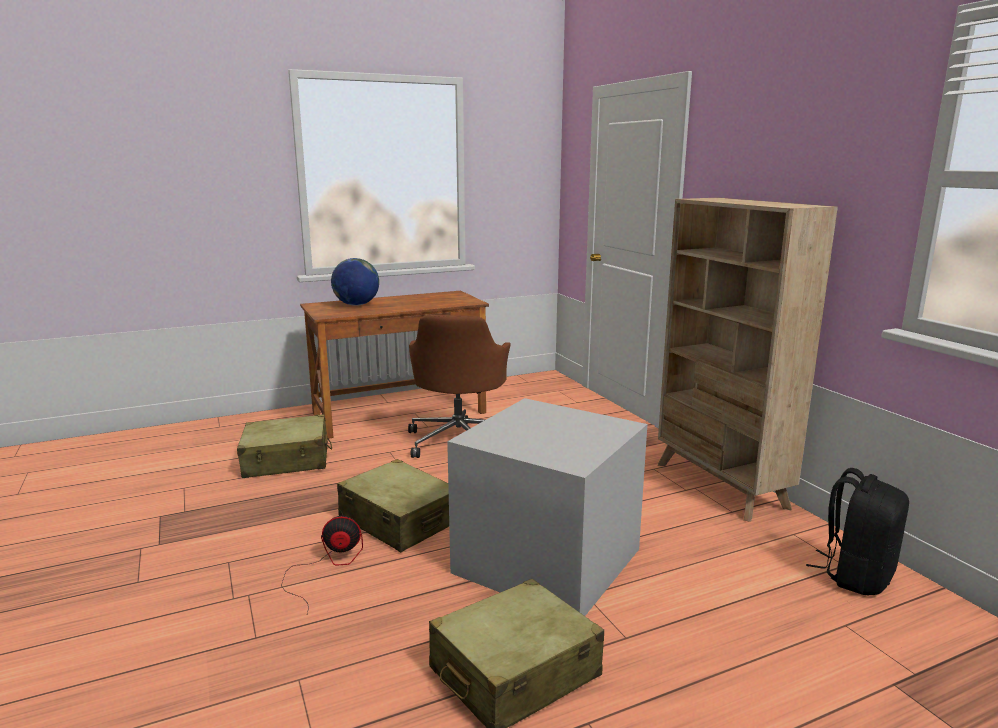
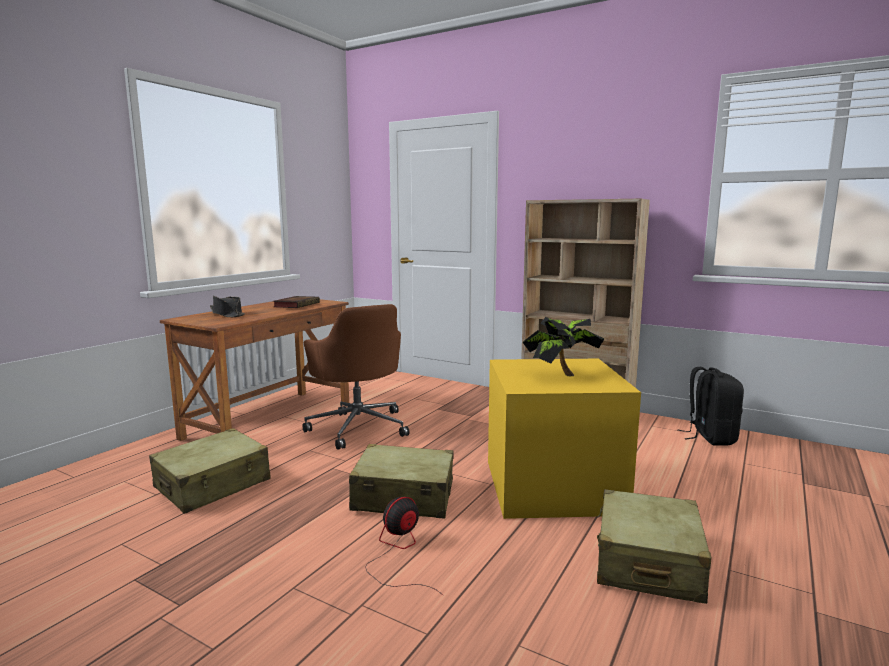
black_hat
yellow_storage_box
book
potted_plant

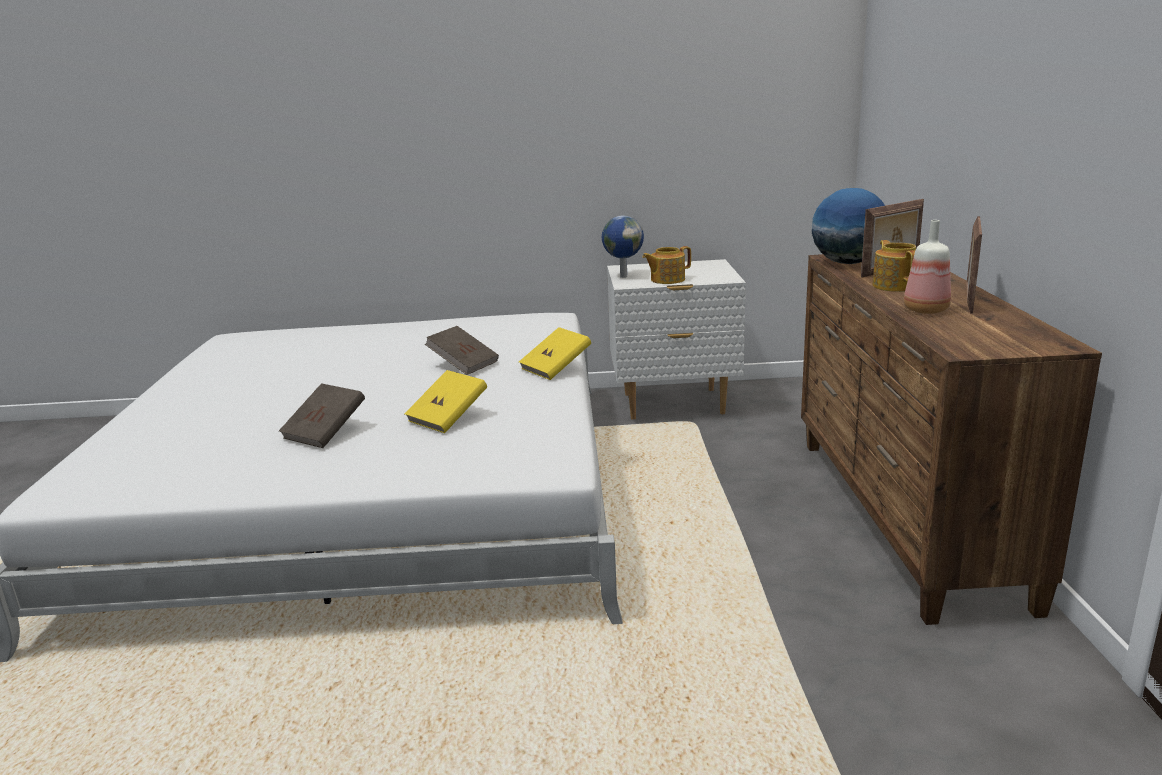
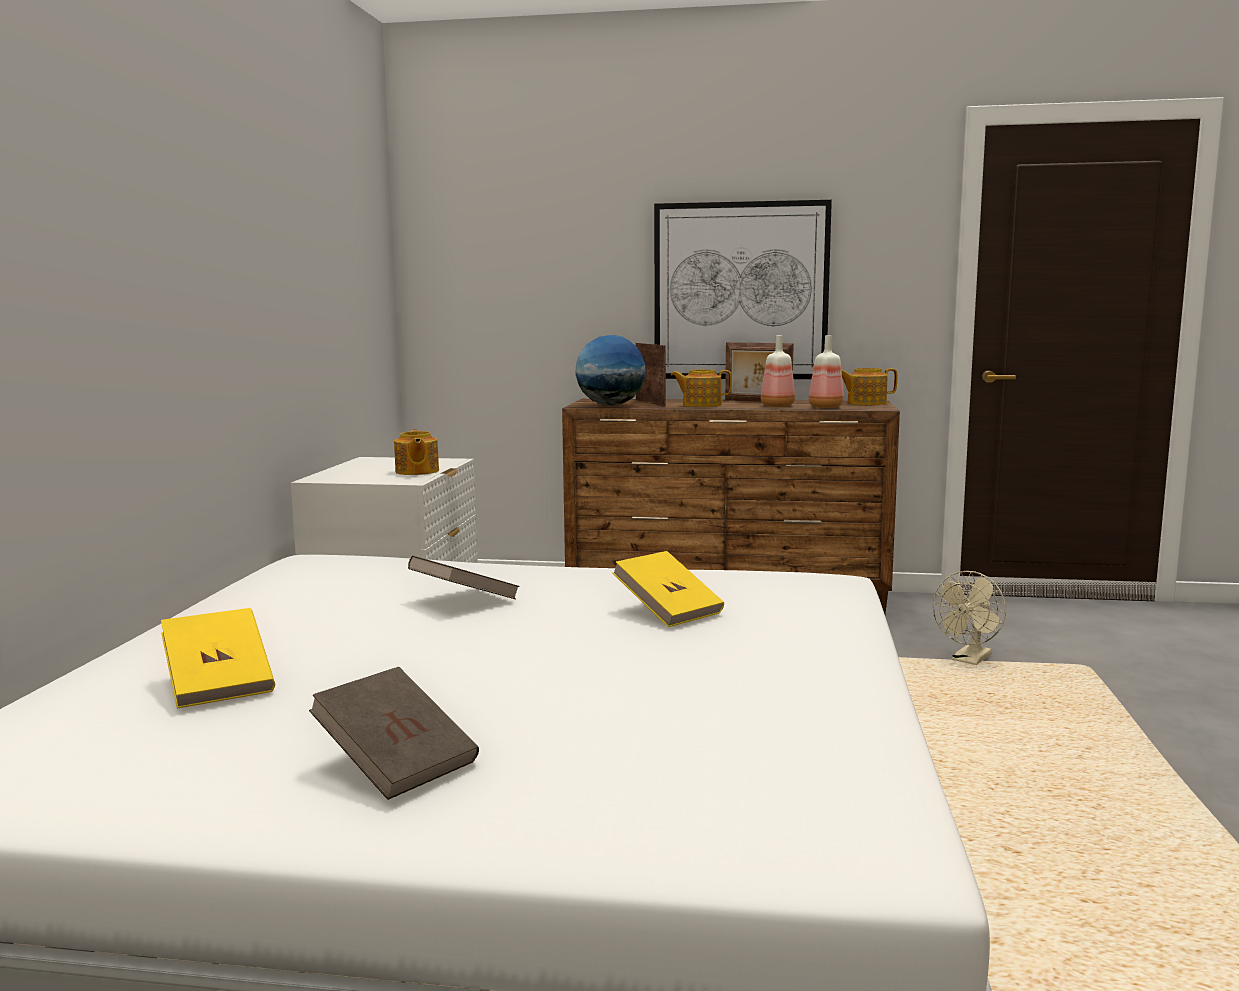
brown_book (1st from left)
yellow_book (1st from left)
globe (1st from left in the first image)
picture
bottle (2nd from left)
teapot (3rd from left)
beige_fan

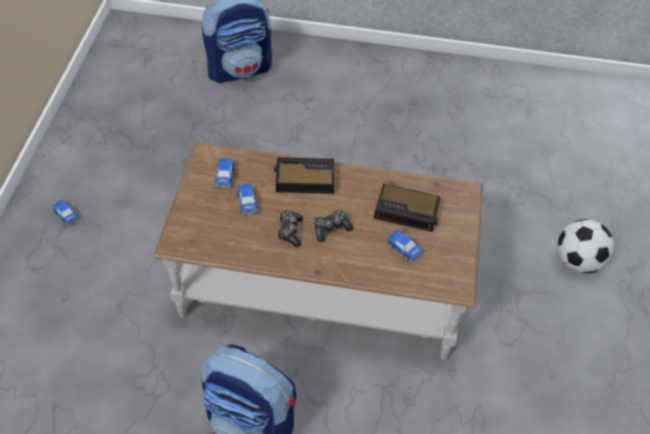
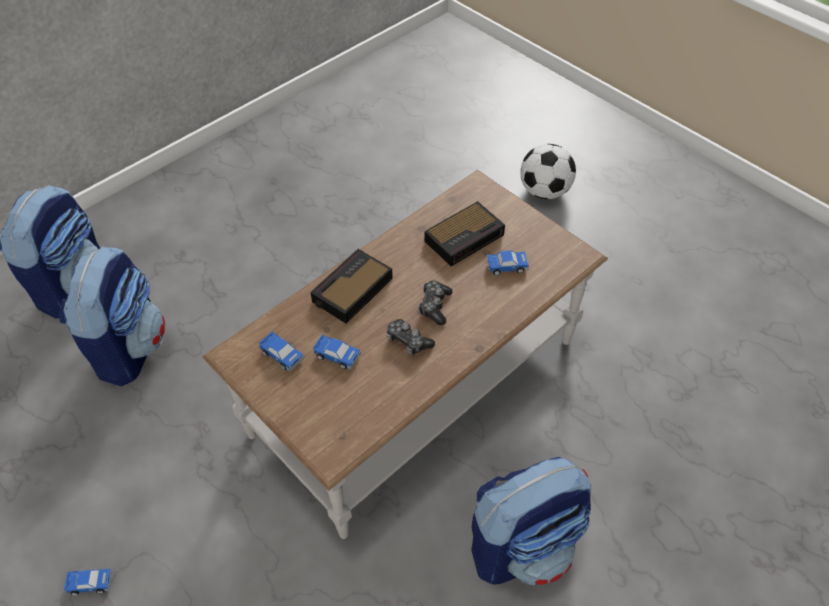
backpack (2nd from left)

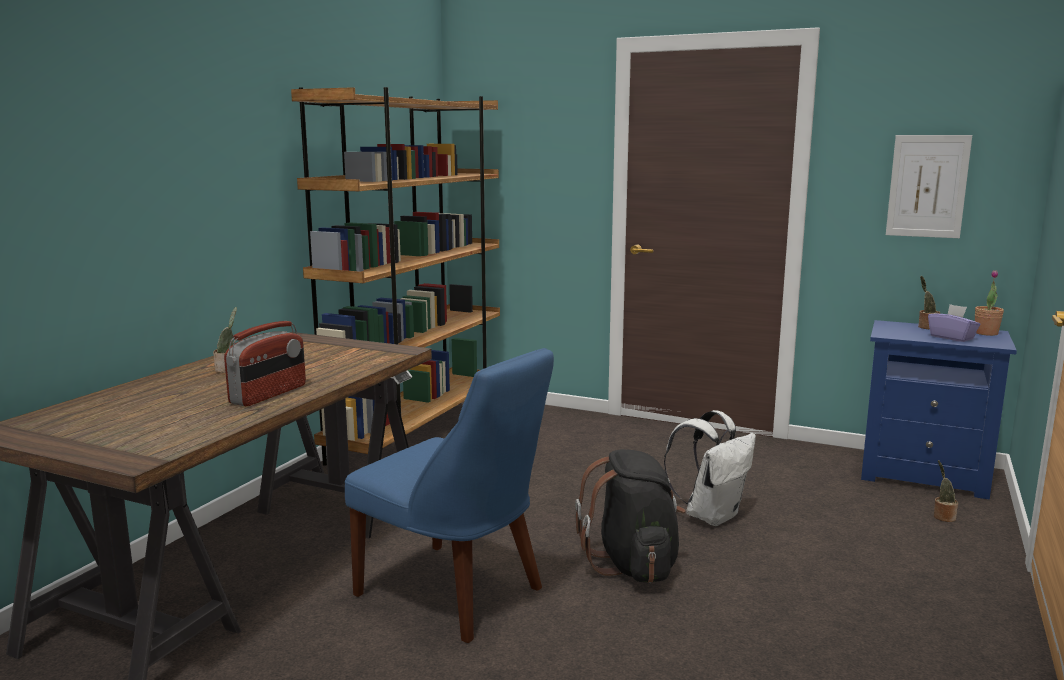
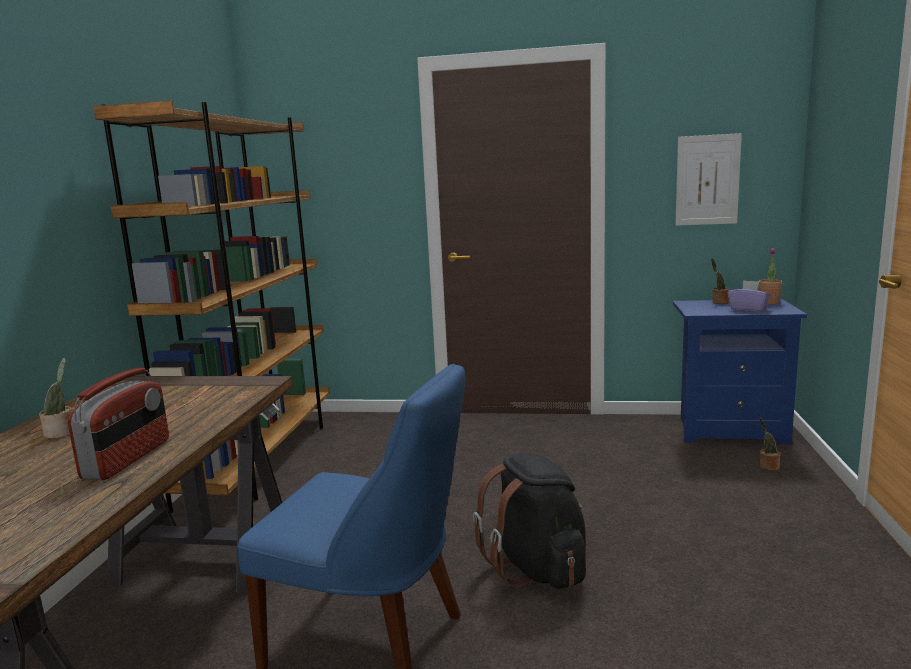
white_backpack

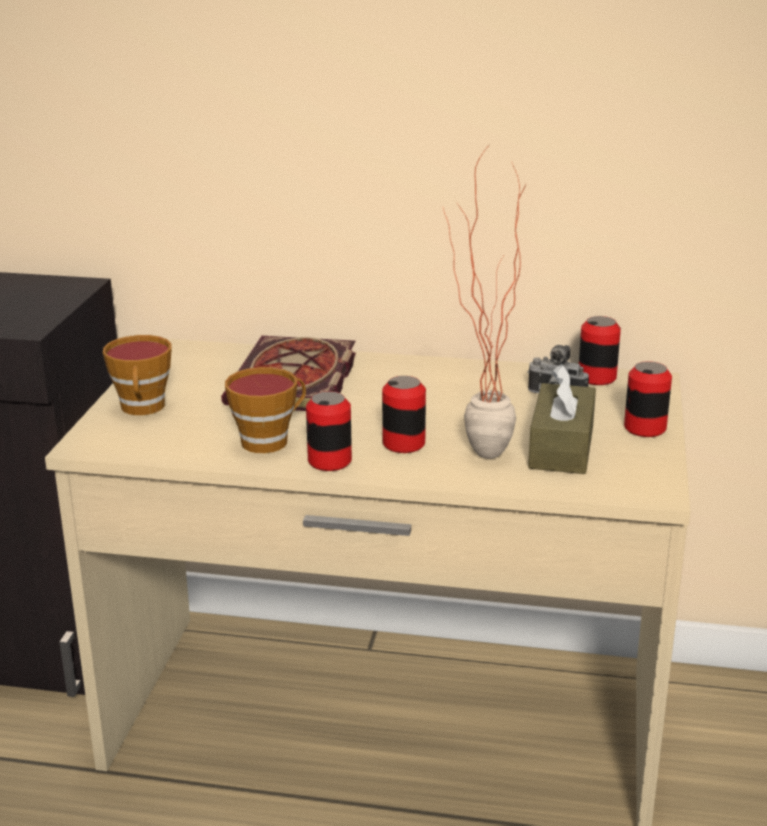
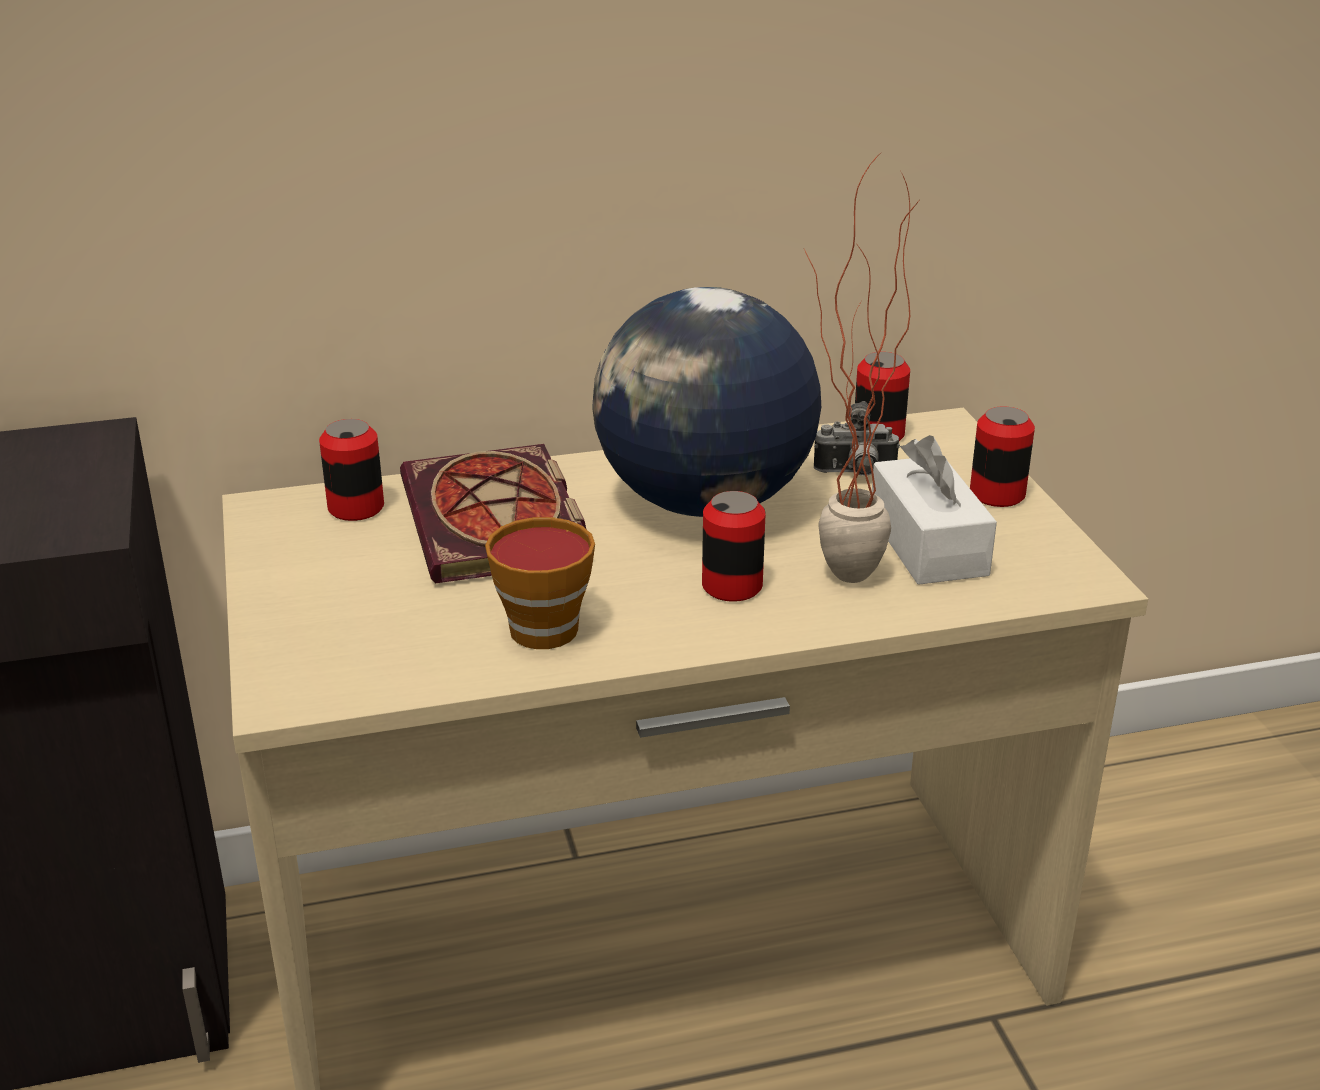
cup (1st from left in the first image)
can (1st from left)
white_tissue_box
globe

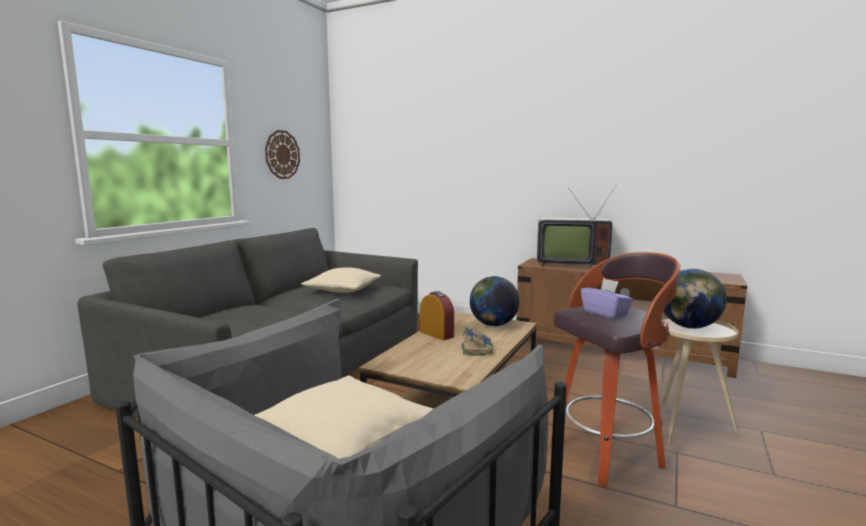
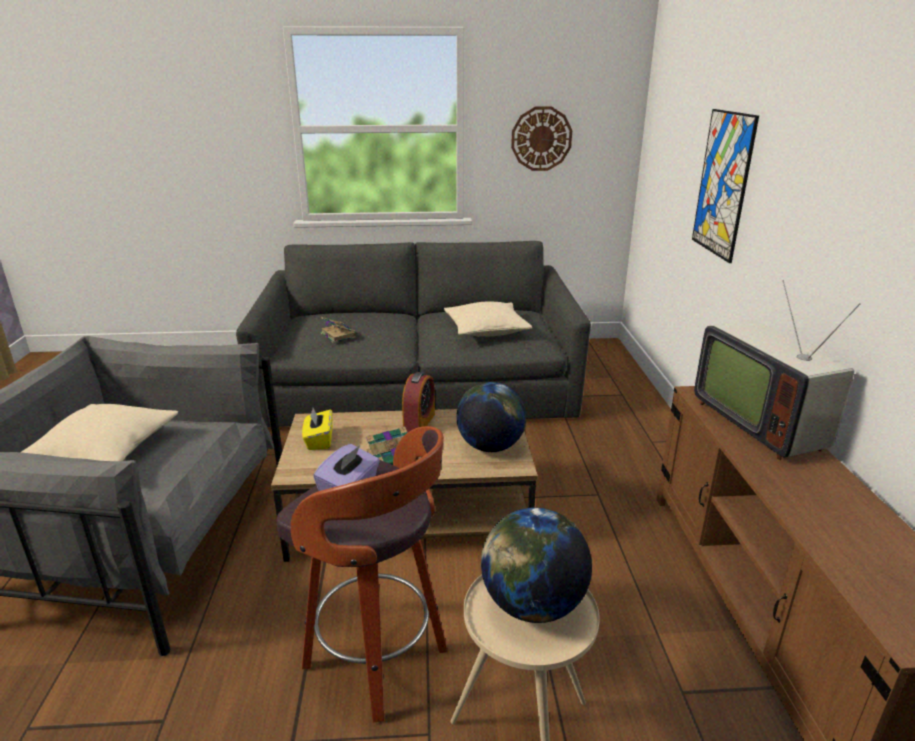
yellow_tissue_box
book (1st from left)
picture

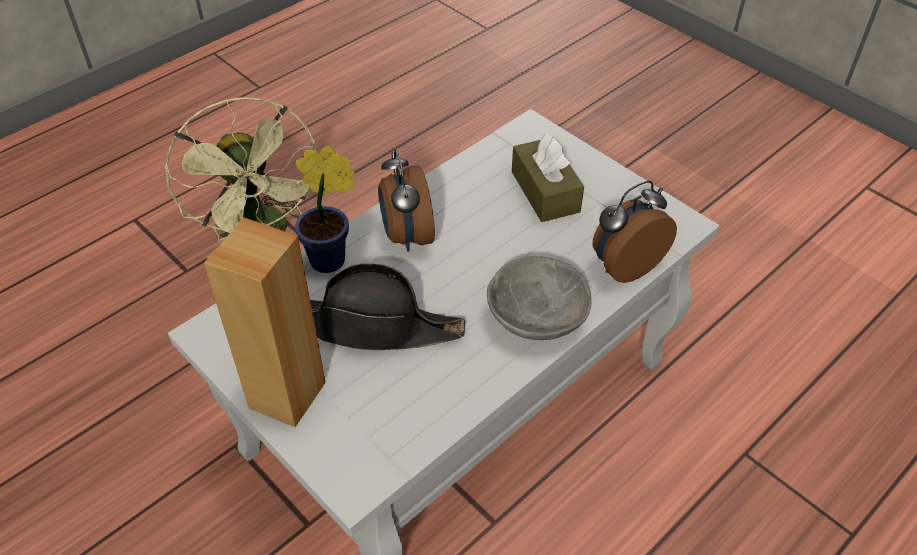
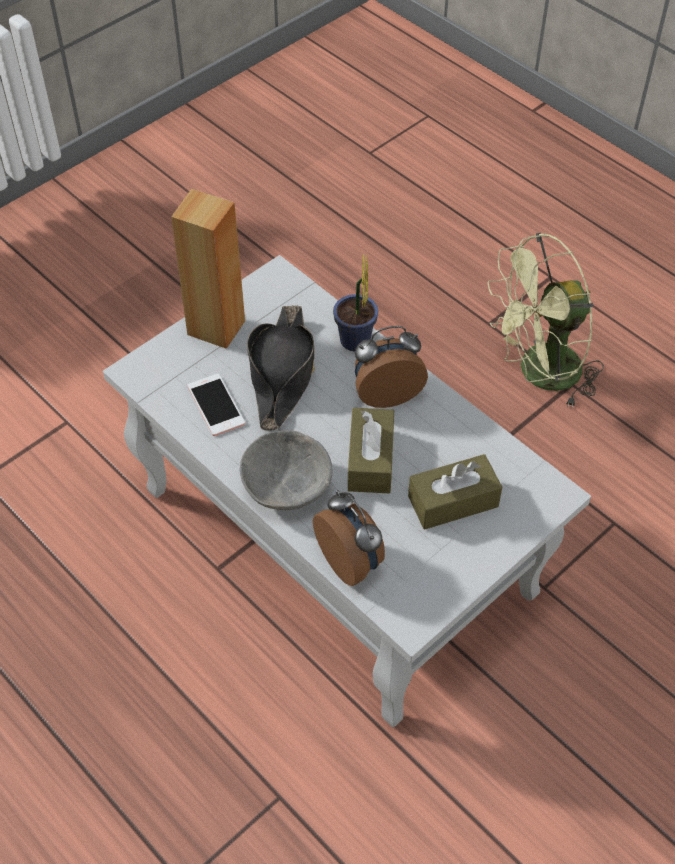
phone
brown_tissue_box (1st from left)

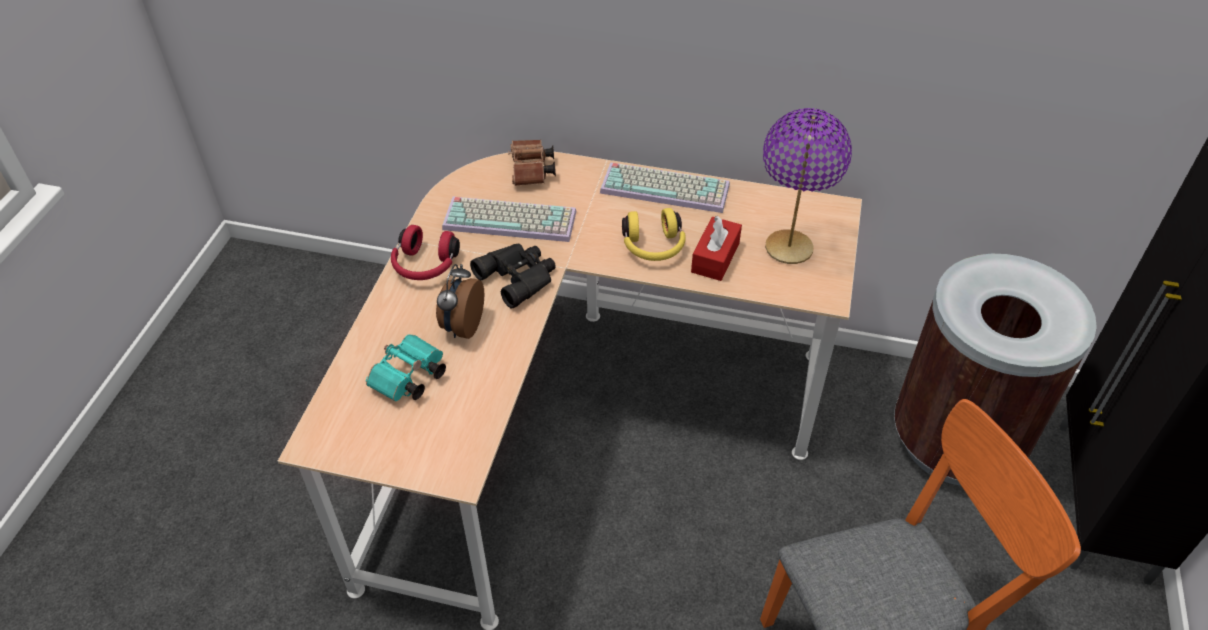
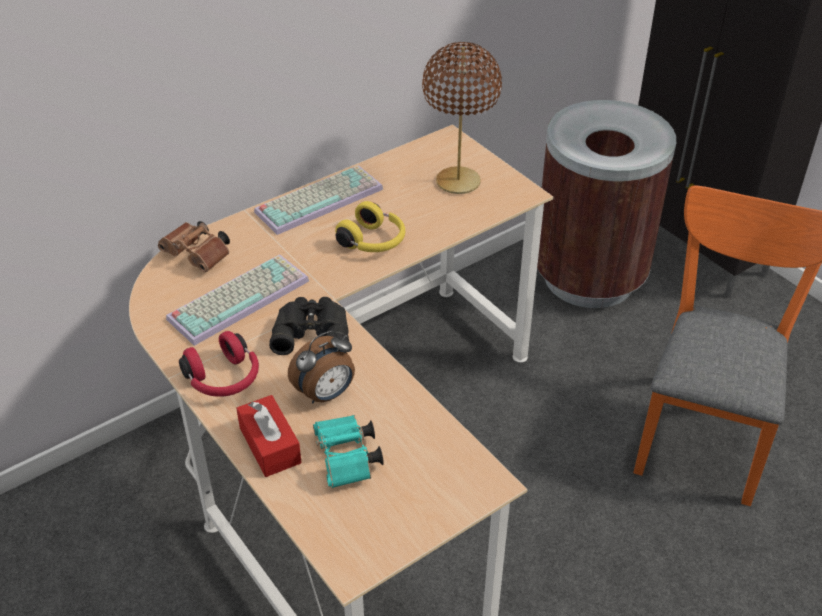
alarm_clock
red_tissue_box
brown_table_lamp

